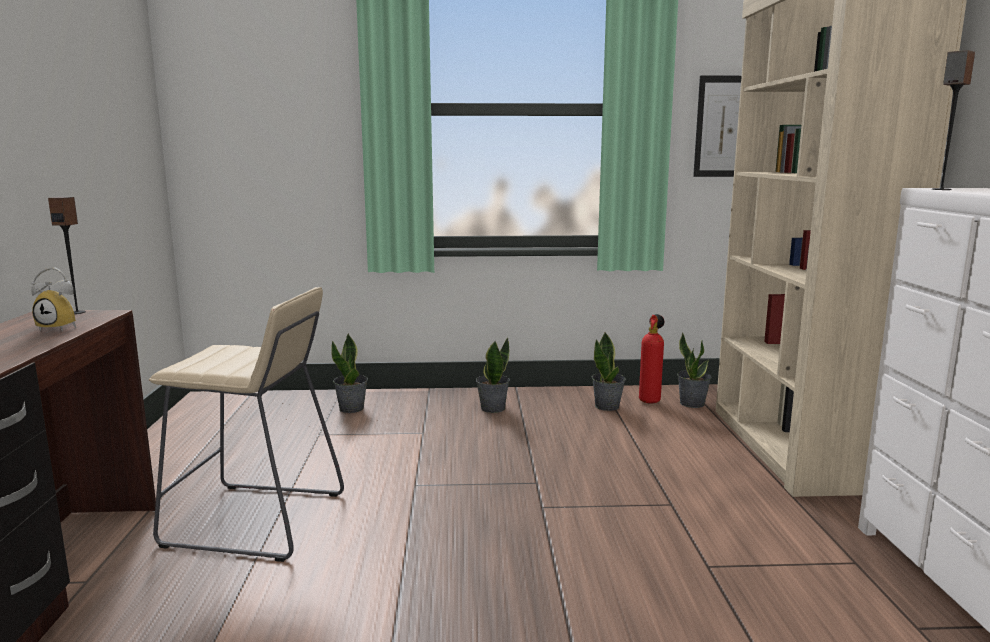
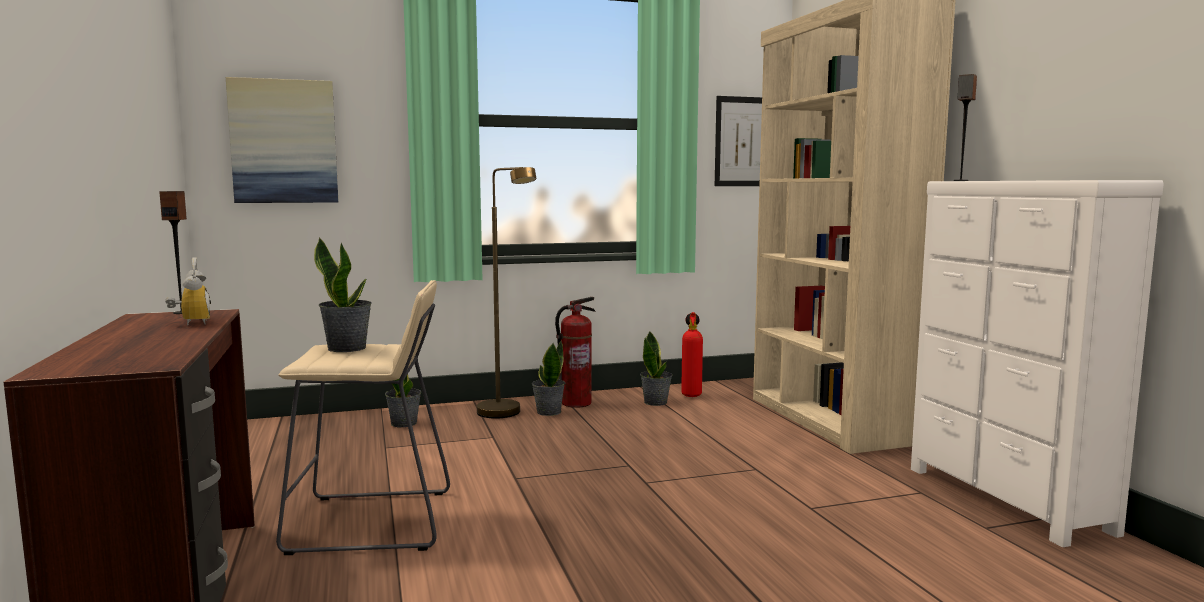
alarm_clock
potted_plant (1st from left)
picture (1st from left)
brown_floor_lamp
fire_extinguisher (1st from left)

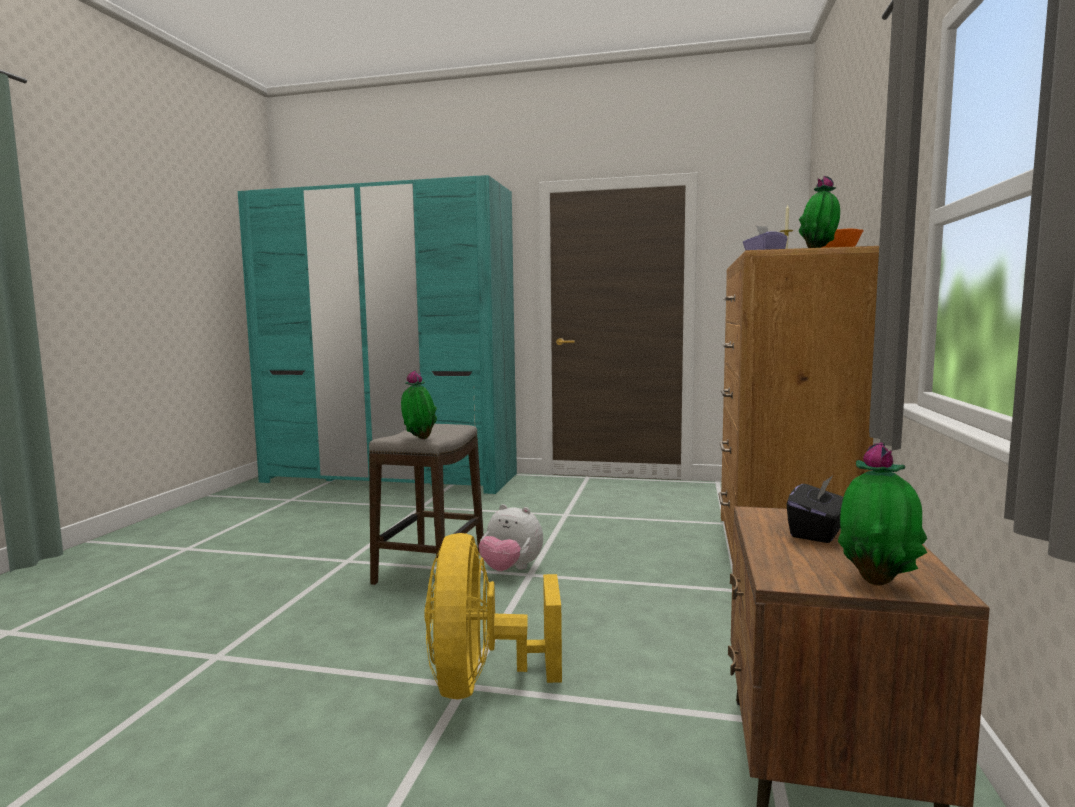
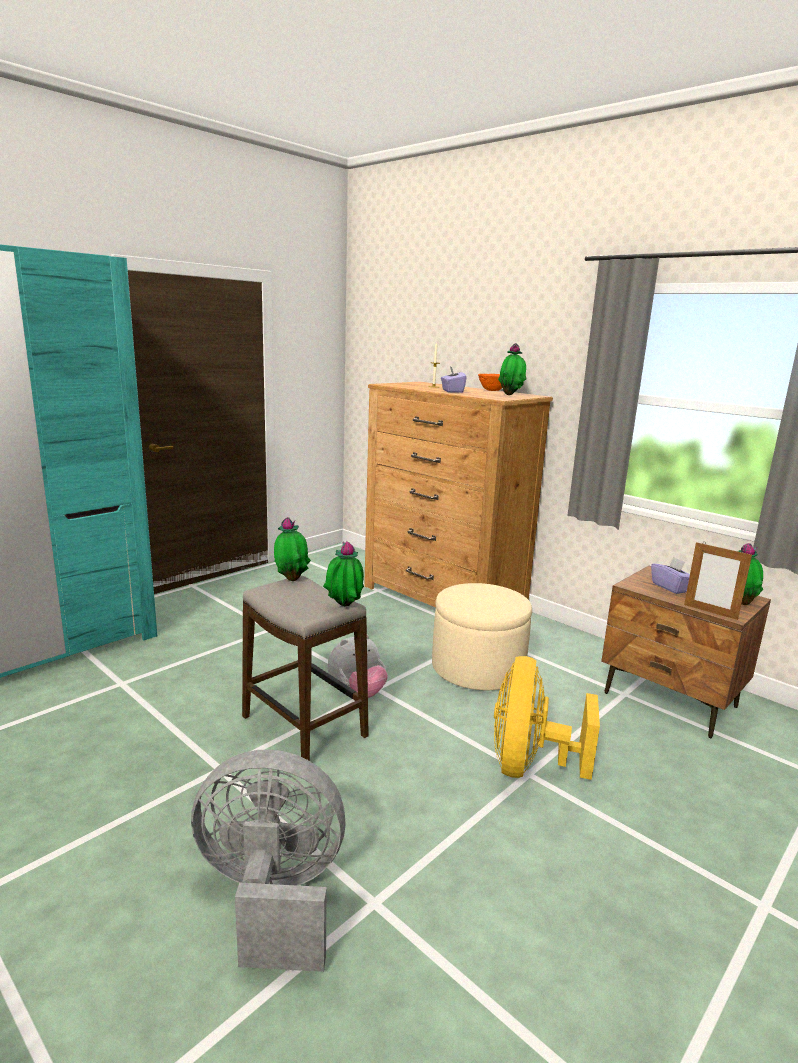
yellow_fan
purple_tissue_box (2nd from left)
grey_fan
potted_plant (1st from left)
beige_ottoman
picture_frame

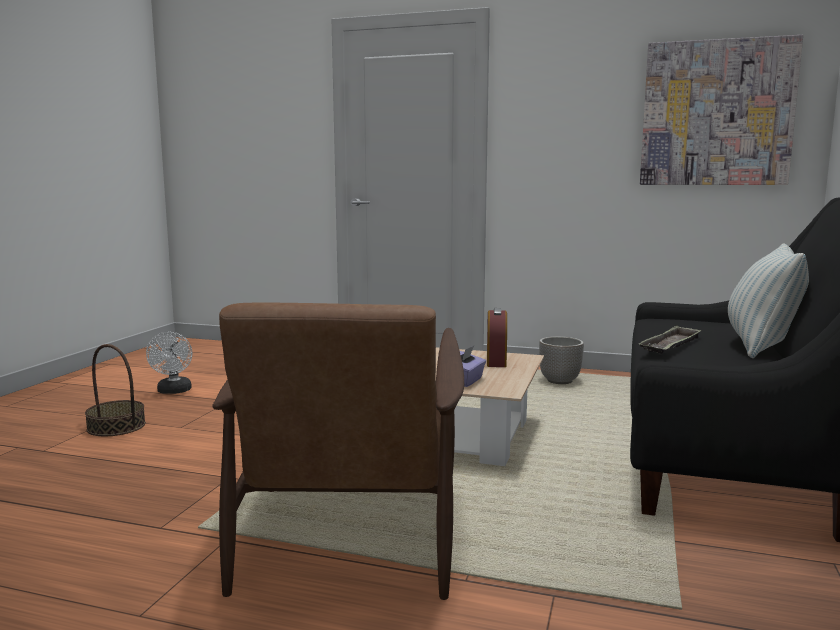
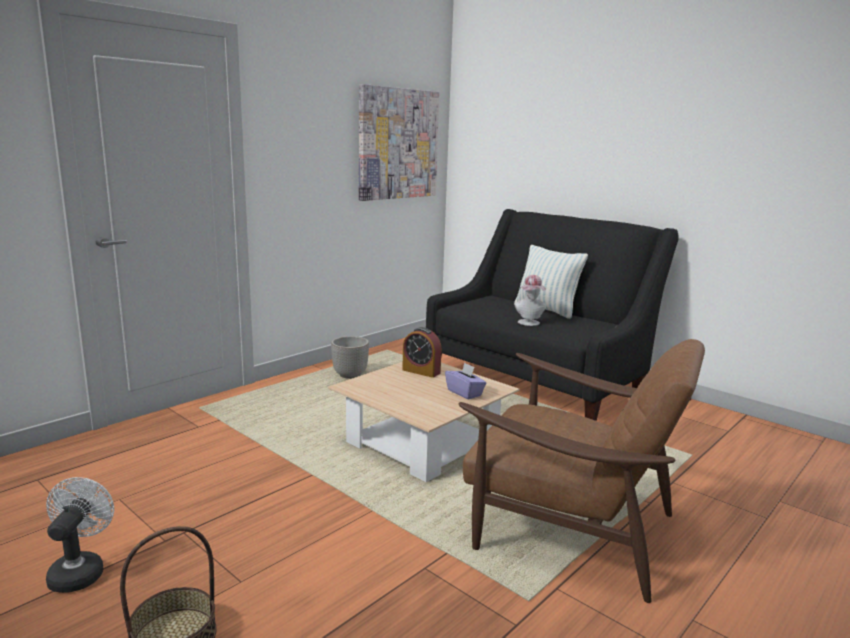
white_fan
hat

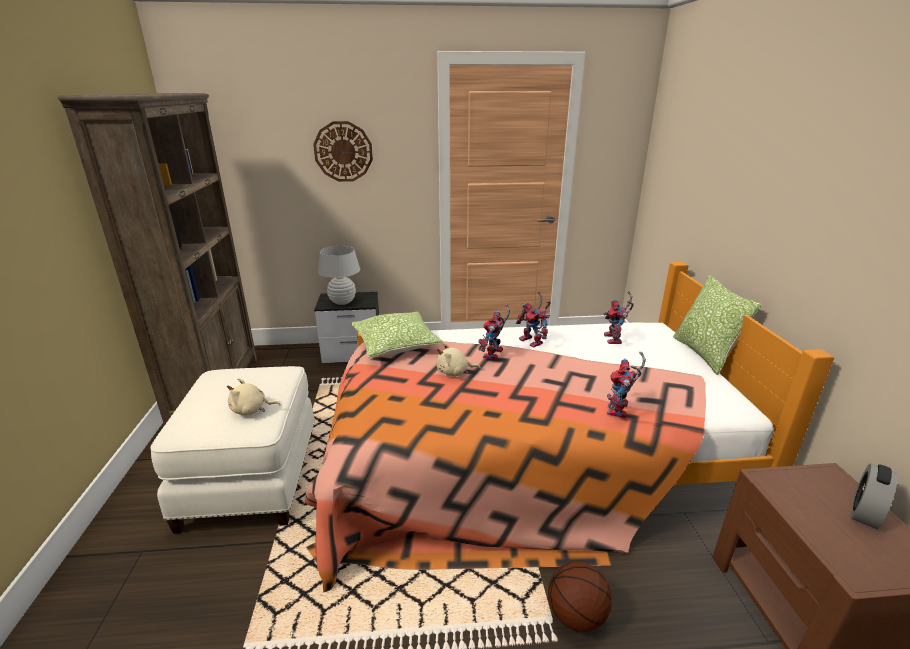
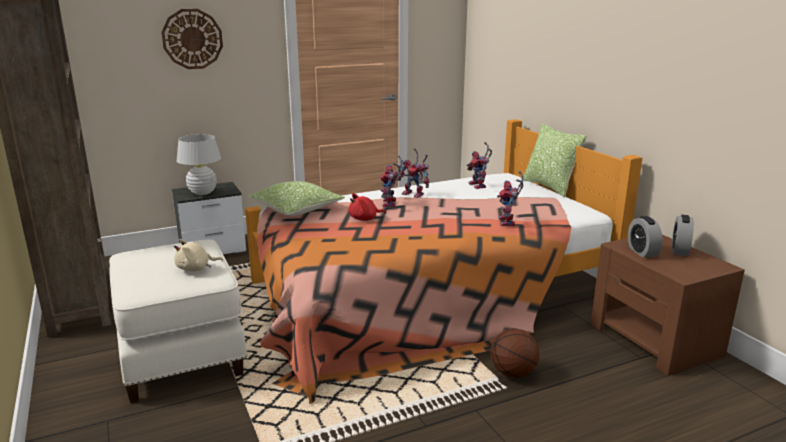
red_plush_toy
alarm_clock (1st from left)

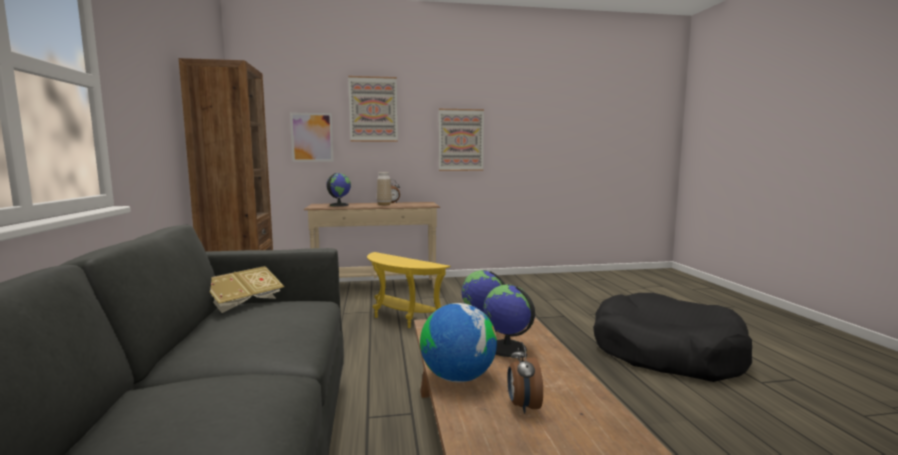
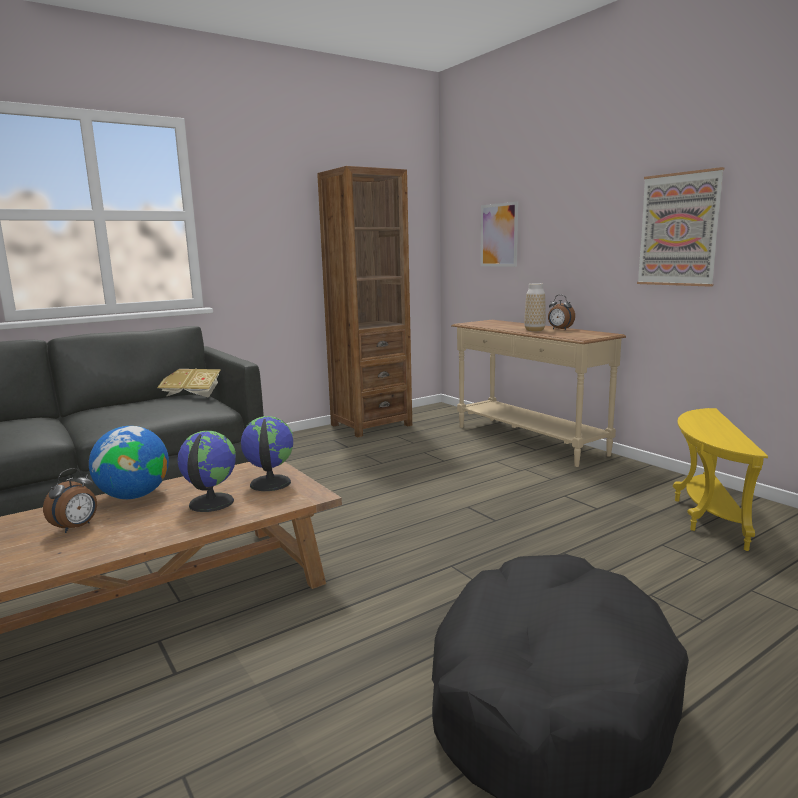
globe (1st from left in the first image)
picture (2nd from left in the first image)
yellow_side_table
alarm_clock (1st from left)

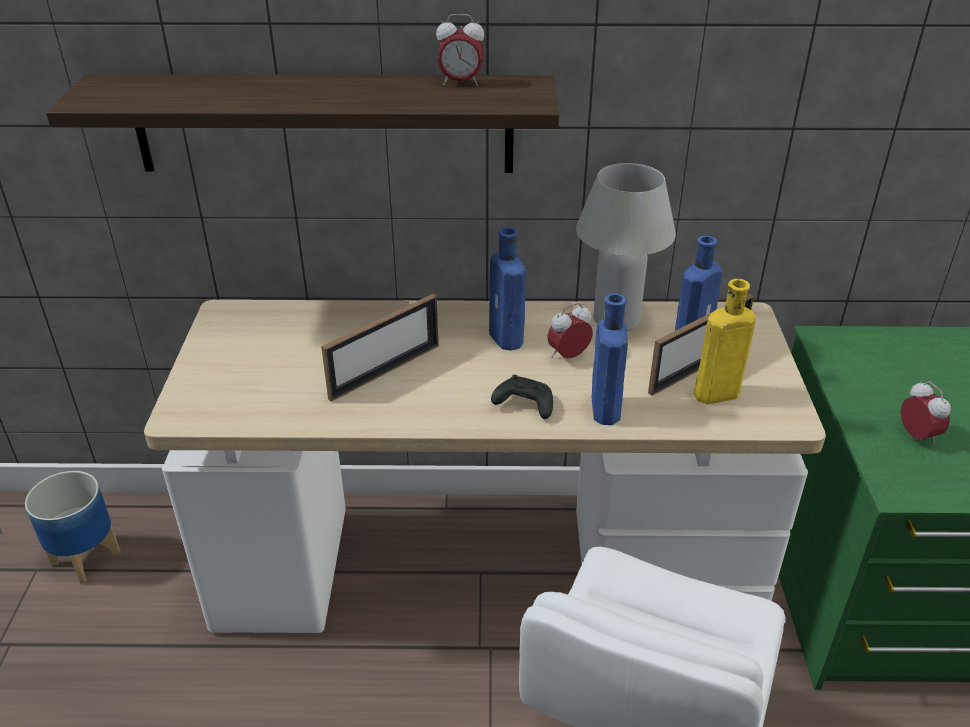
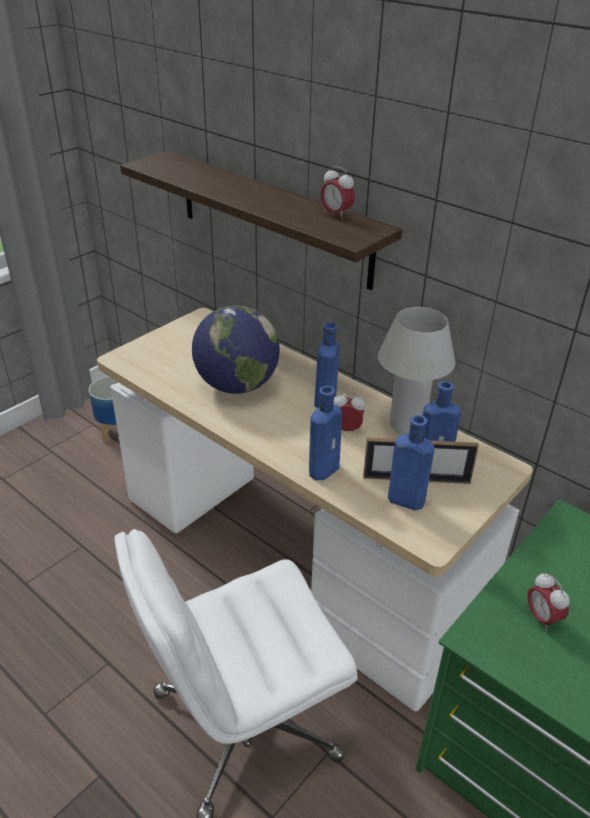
globe
black_game_controller
blue_bottle (3rd from left)
alarm_clock (3rd from left)

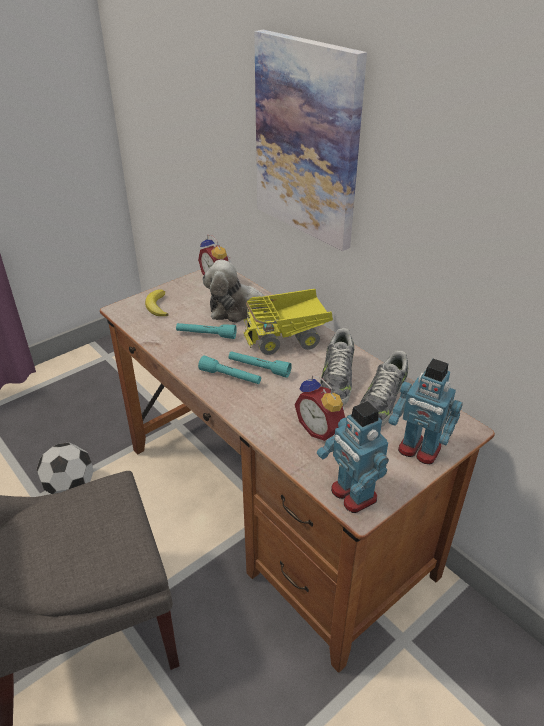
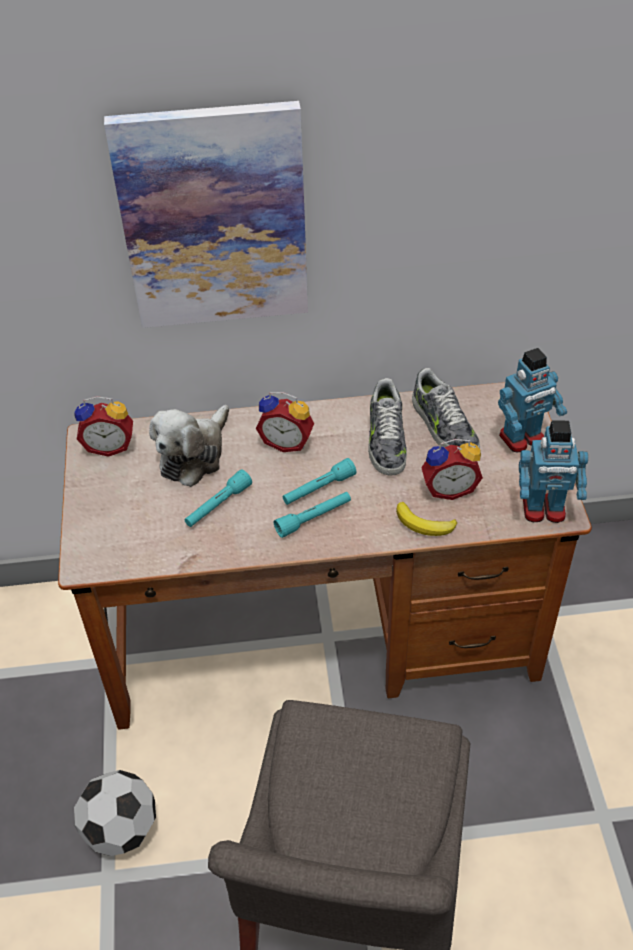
banana
alarm_clock (2nd from left)
shoe (1st from left)

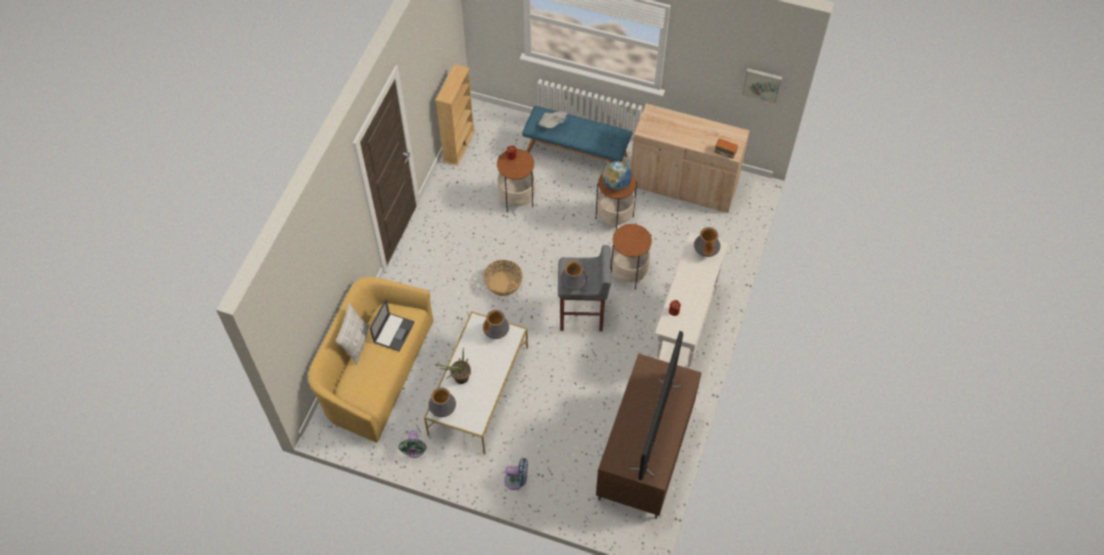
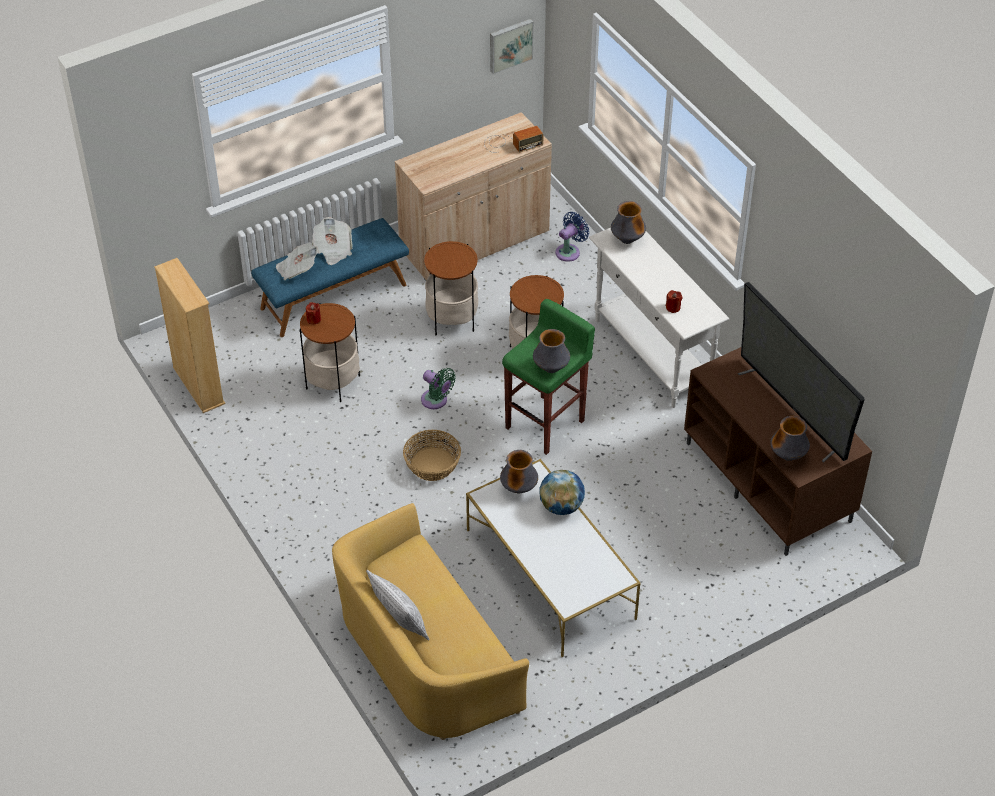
laptop
green_fan
vase (4th from left)
potted_plant
blue_fan
green_stool
globe
newspaper (2nd from left)

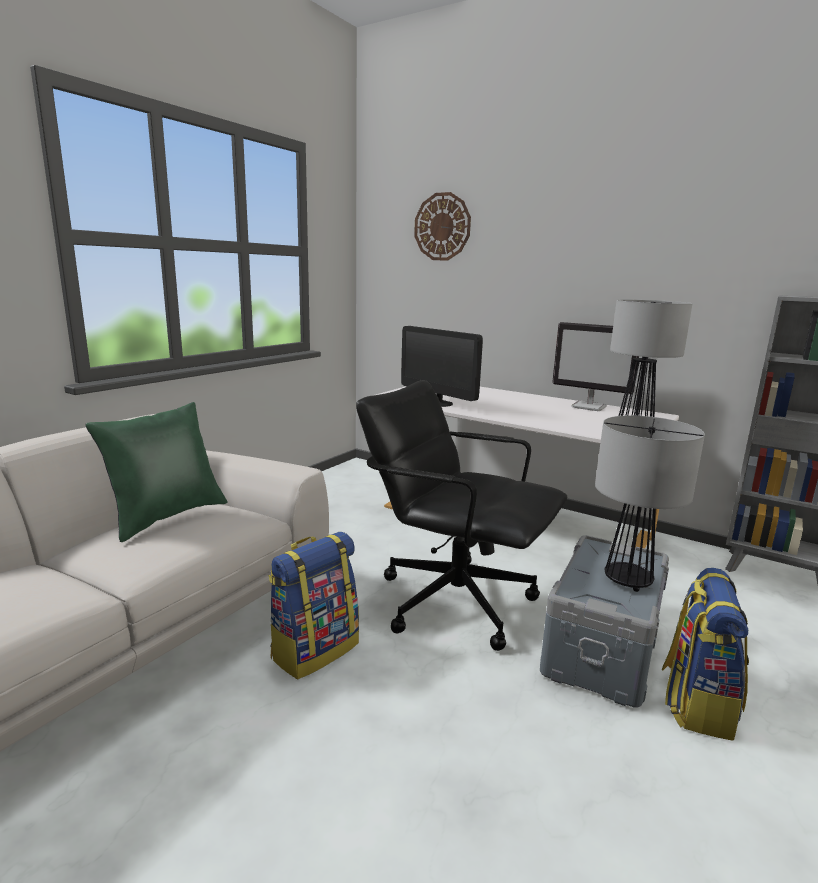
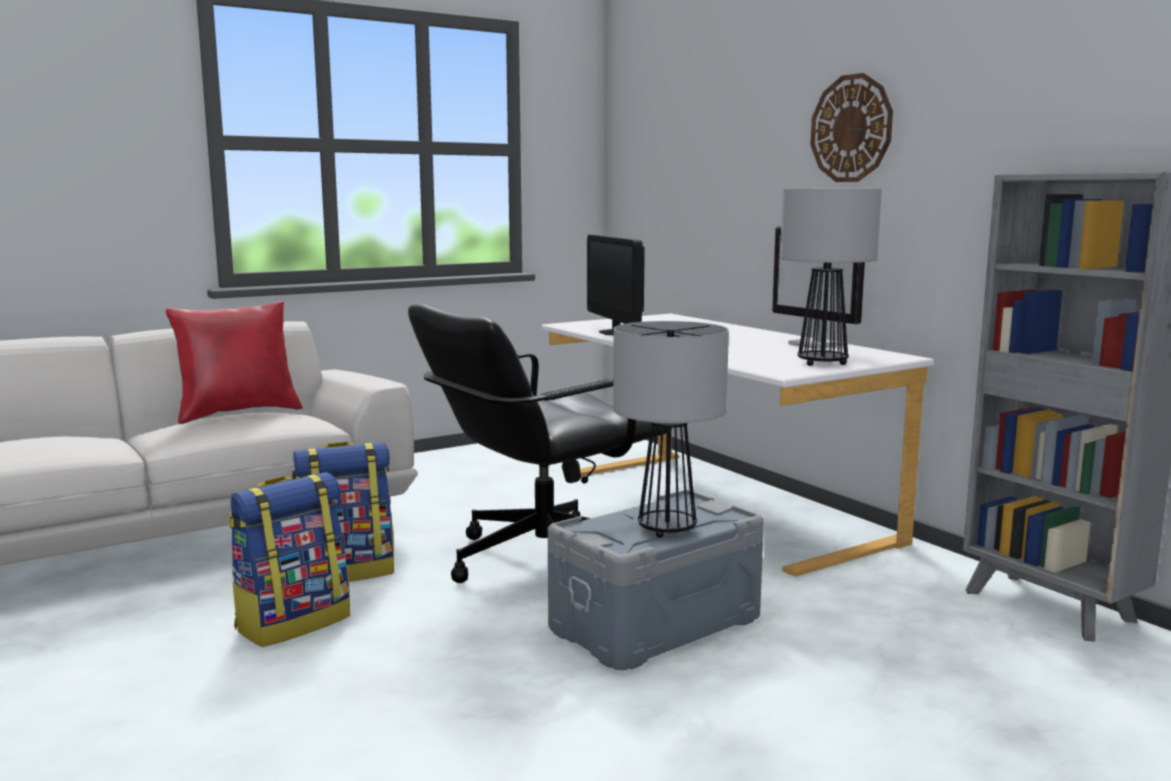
red_pillow
black_office_chair
wall_clock
backpack (1st from left)

